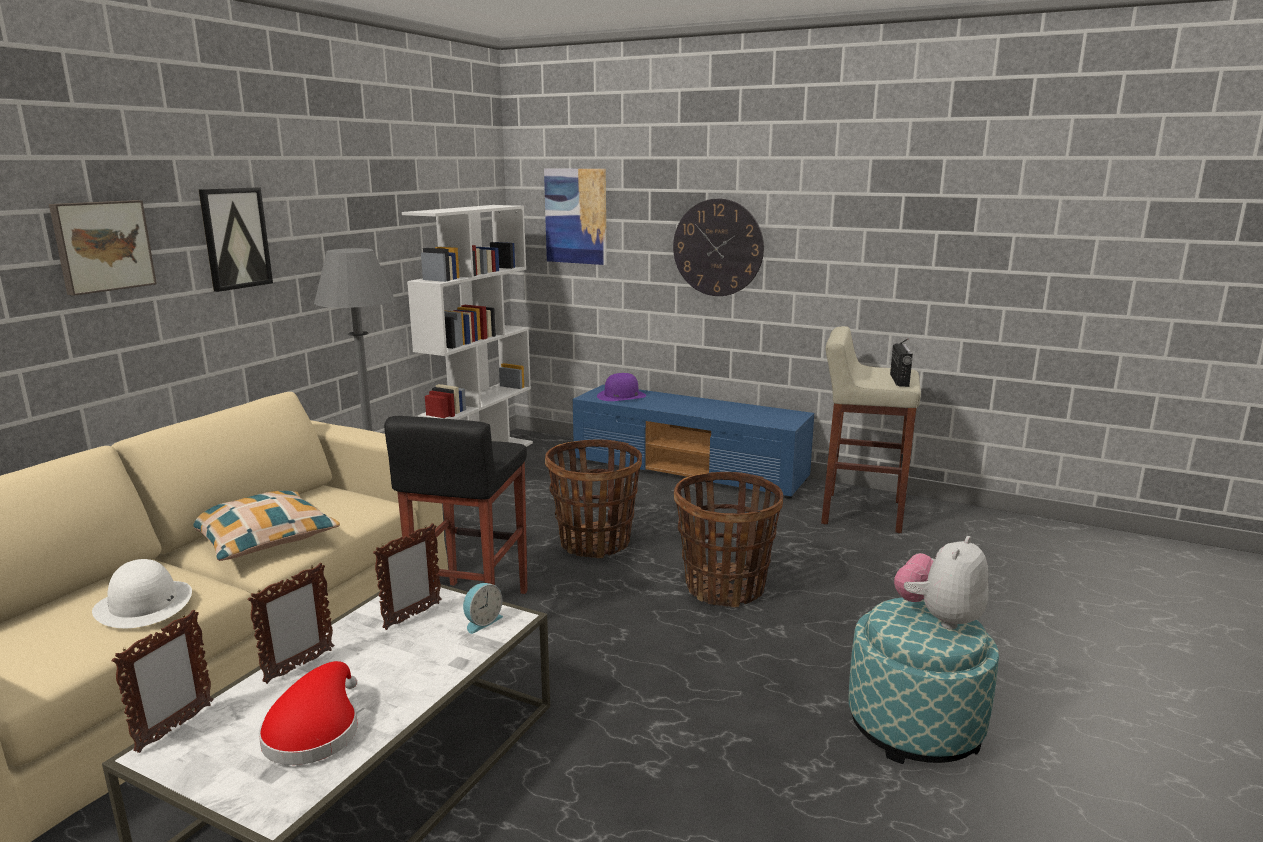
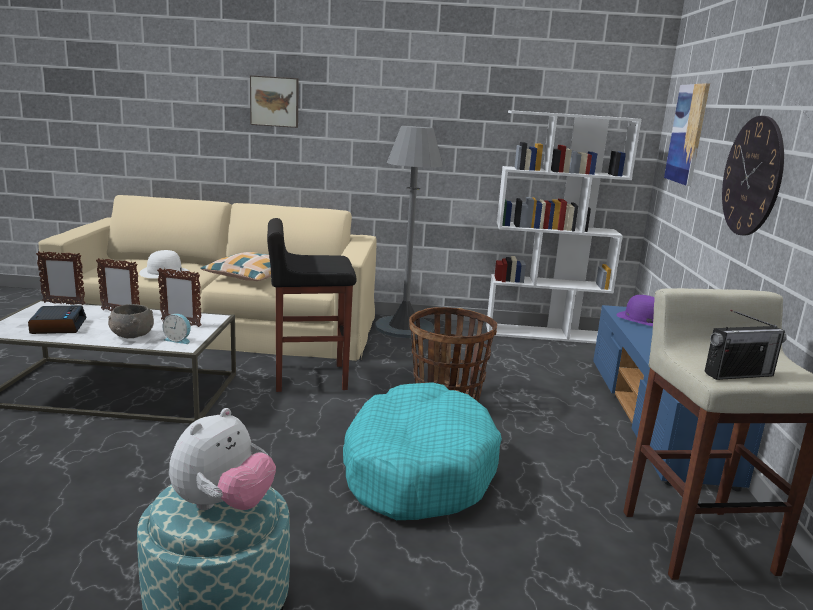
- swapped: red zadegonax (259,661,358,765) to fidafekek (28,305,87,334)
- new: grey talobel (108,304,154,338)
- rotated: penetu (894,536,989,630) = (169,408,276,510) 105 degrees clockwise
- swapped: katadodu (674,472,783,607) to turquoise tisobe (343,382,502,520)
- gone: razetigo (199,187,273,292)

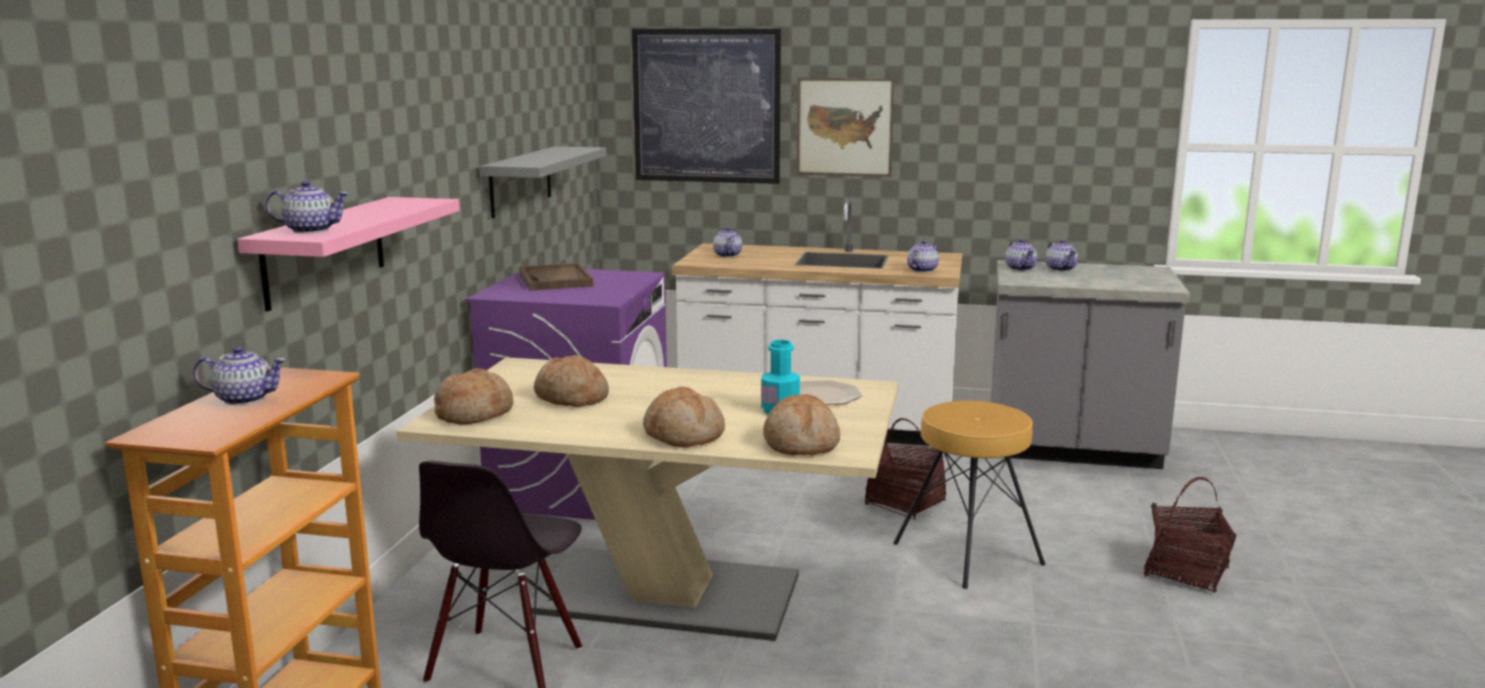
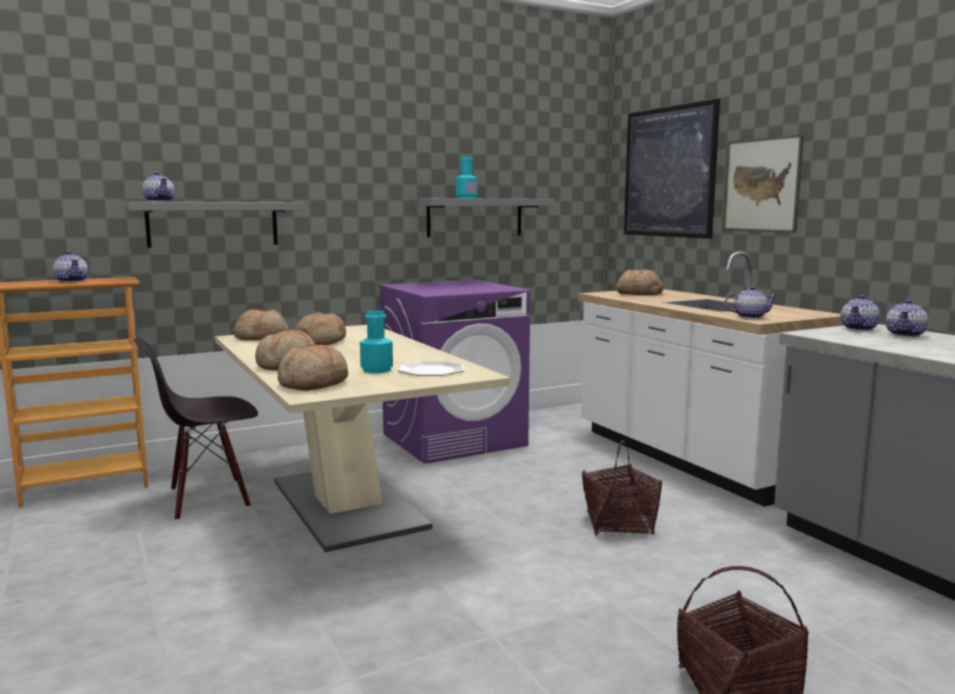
- repainted: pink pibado (237,197,460,312) to grey pibado (125,202,304,248)
- new: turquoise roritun (455,157,478,198)
- swapped: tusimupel (713,227,742,257) to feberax (616,269,663,295)
- gone: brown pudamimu (519,263,593,291)
- gone: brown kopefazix (893,401,1045,589)

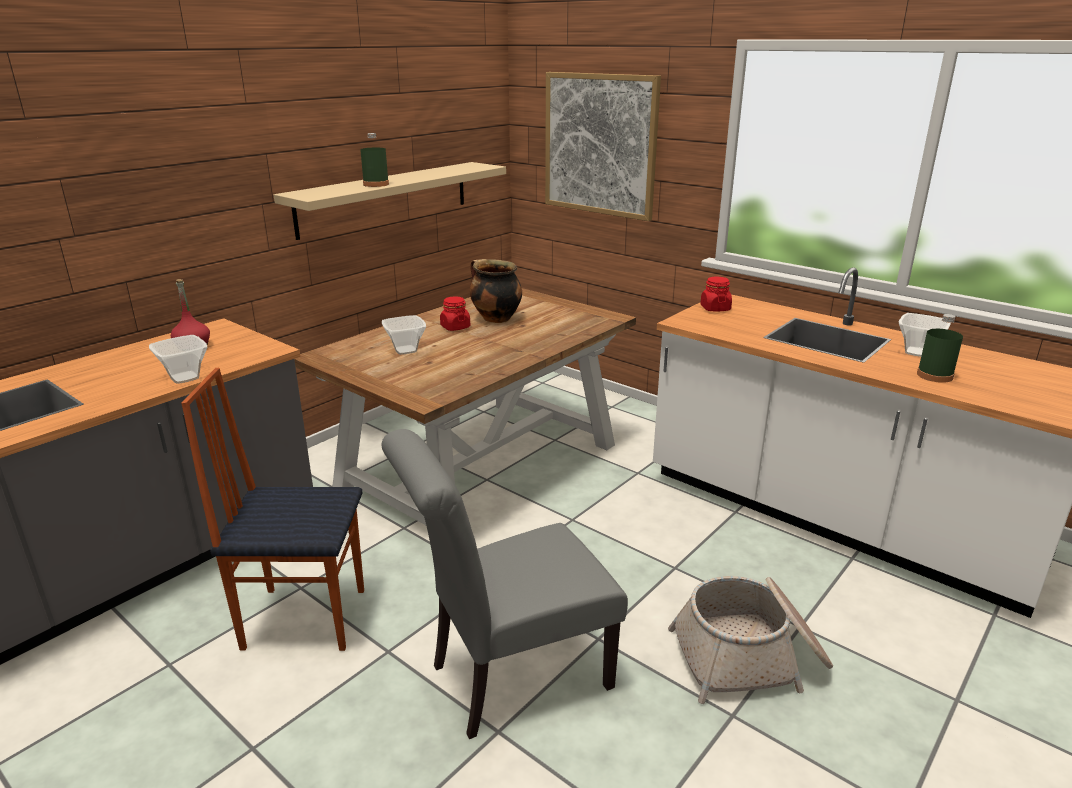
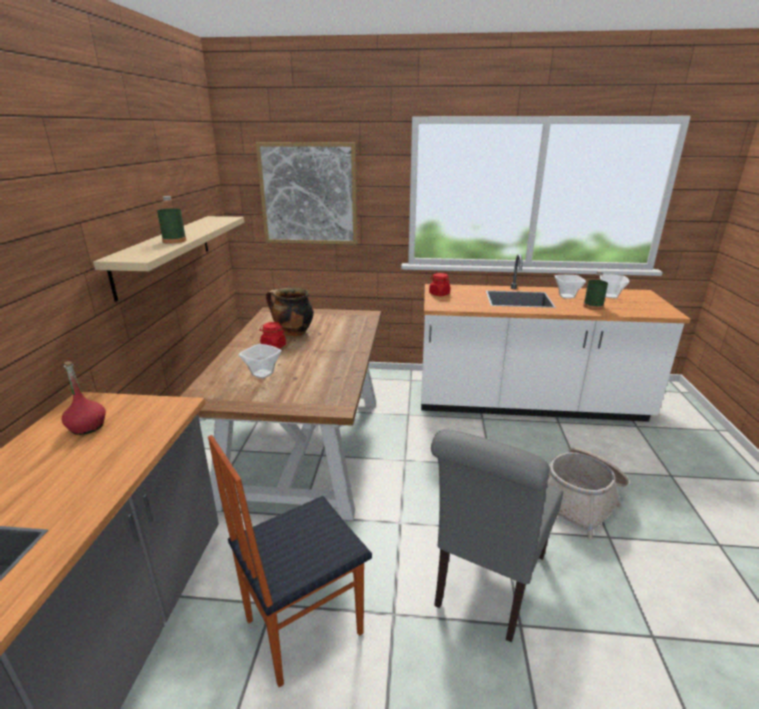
- shifted: talobel (149,335,207,384) to (600,274,629,298)

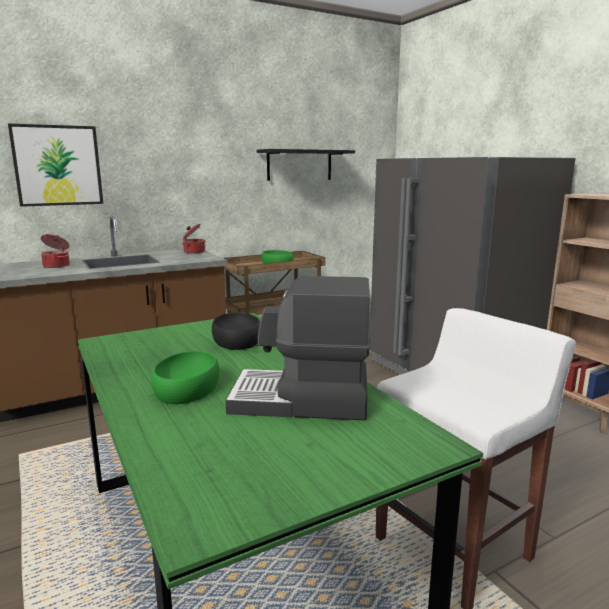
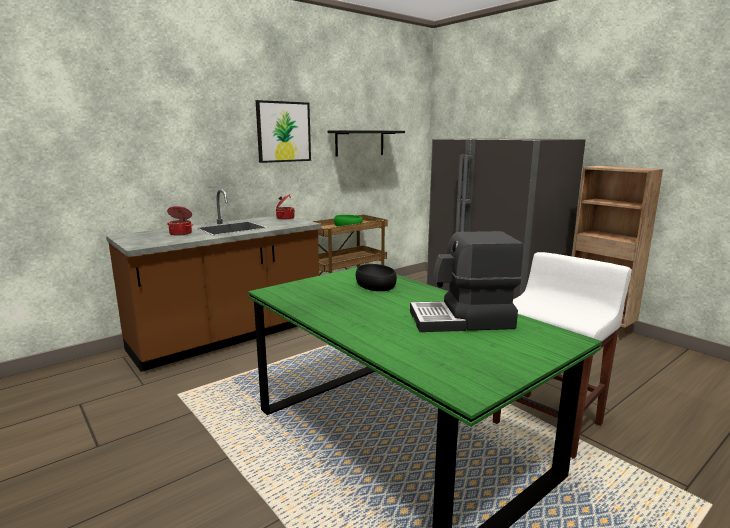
- shifted: razetigo (8,123,103,207) to (256,100,311,163)
- gone: green talobel (151,351,219,404)

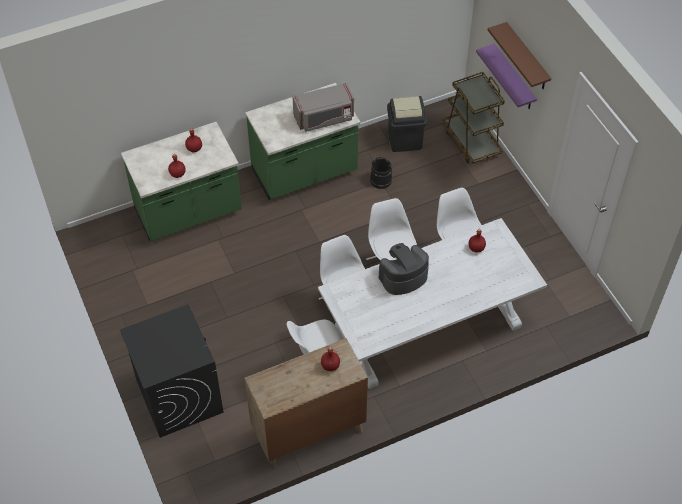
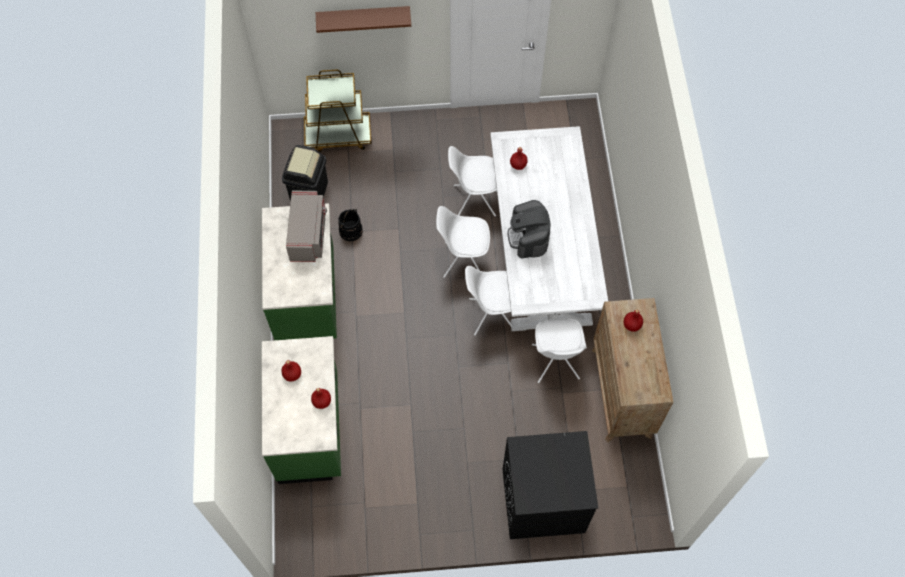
- gone: purple pibado (476,44,537,109)

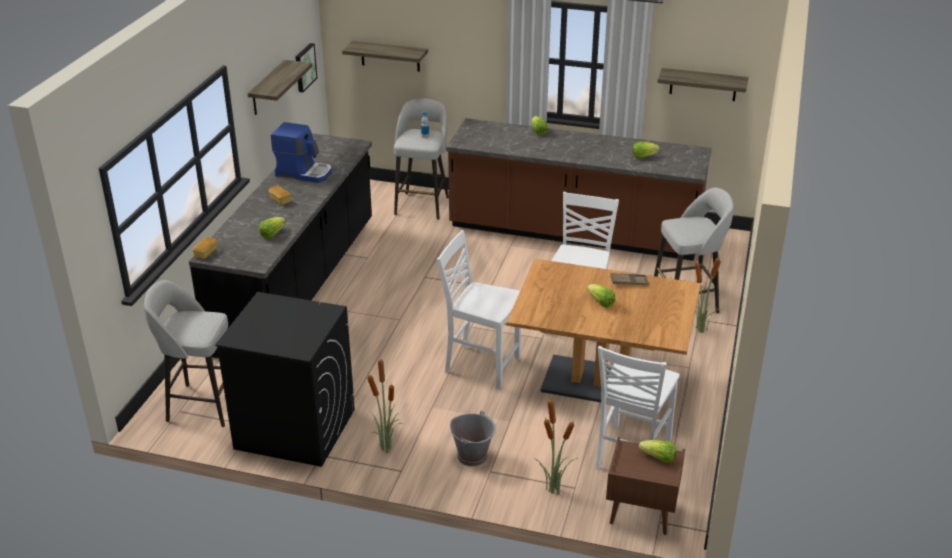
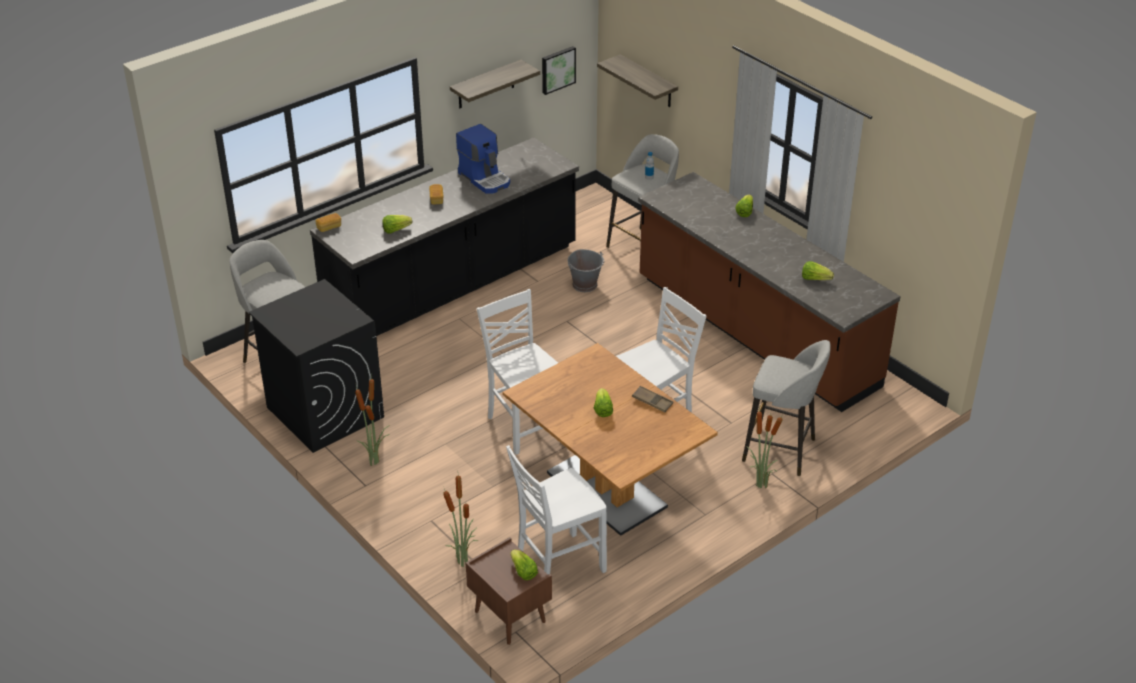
- shifted: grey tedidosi (450,411,496,467) to (567,249,604,292)
- gone: pibado (657,68,749,101)

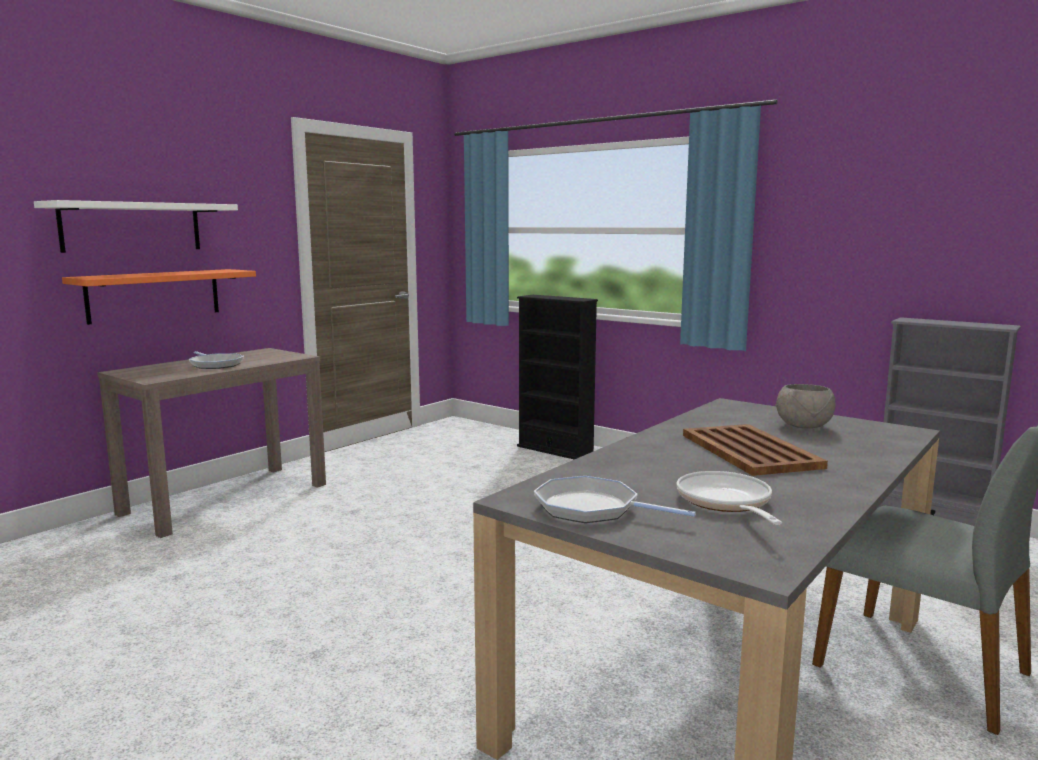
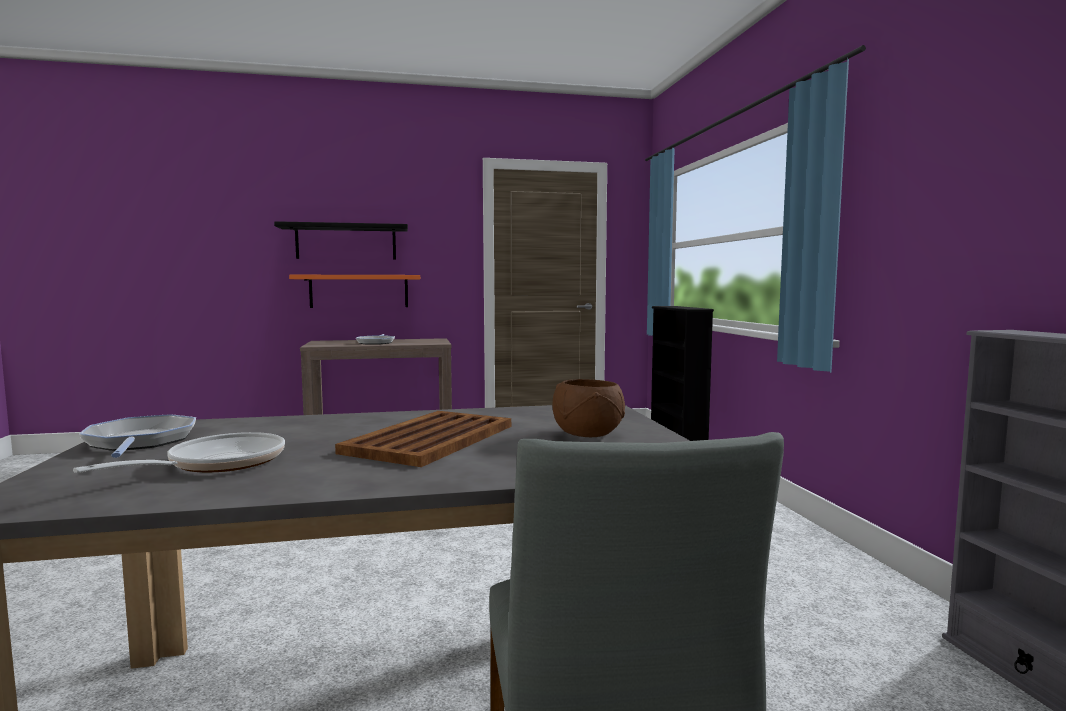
- repainted: white pibado (34,200,238,253) to black pibado (274,221,408,260)
- repainted: grey talobel (776,384,836,428) to brown talobel (552,379,625,437)

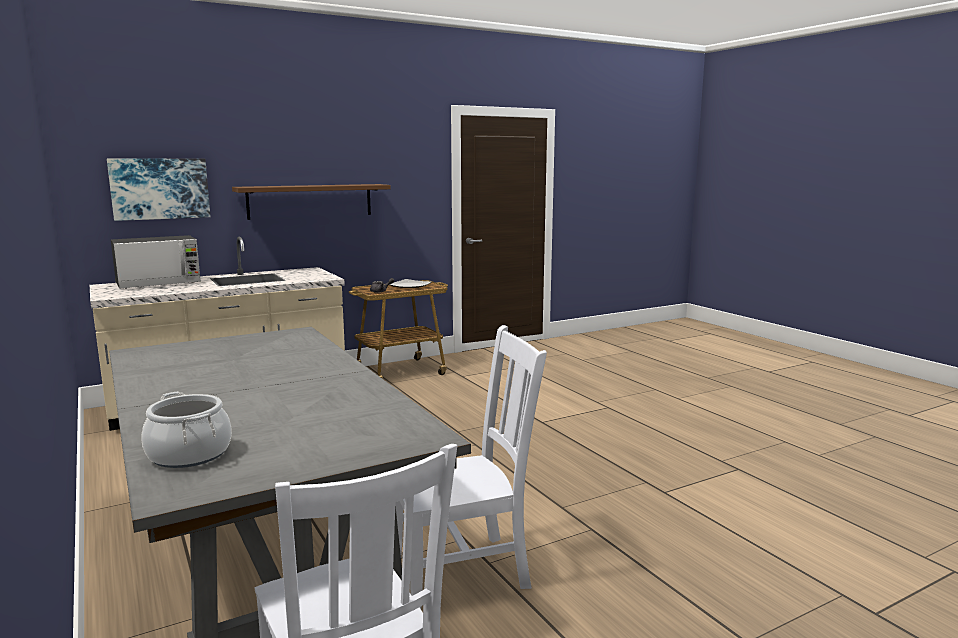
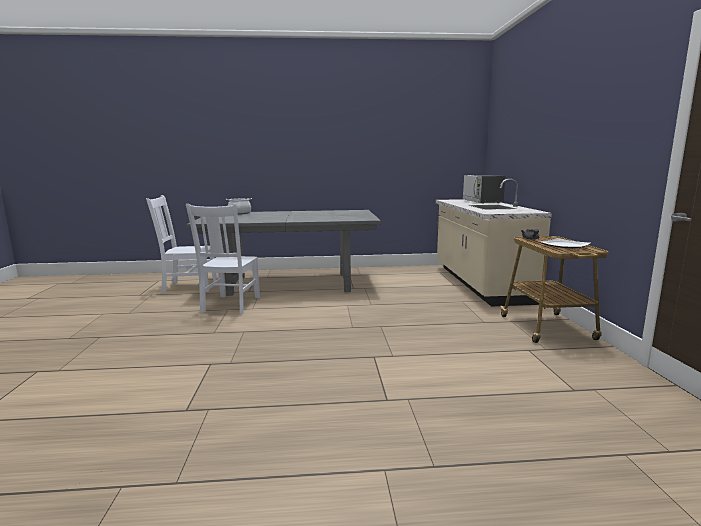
- gone: razetigo (107,159,211,221)
- gone: brown pibado (232,184,391,220)

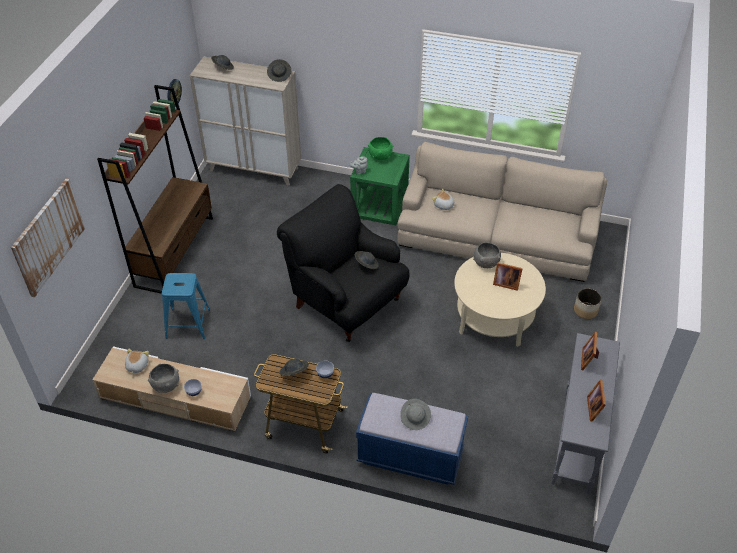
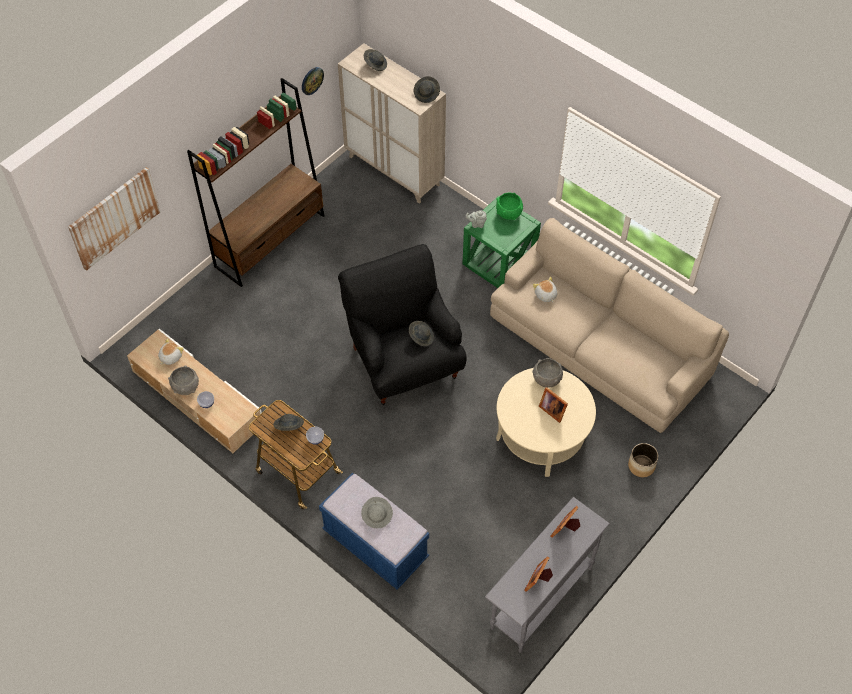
- gone: blue kopefazix (162,273,210,339)

